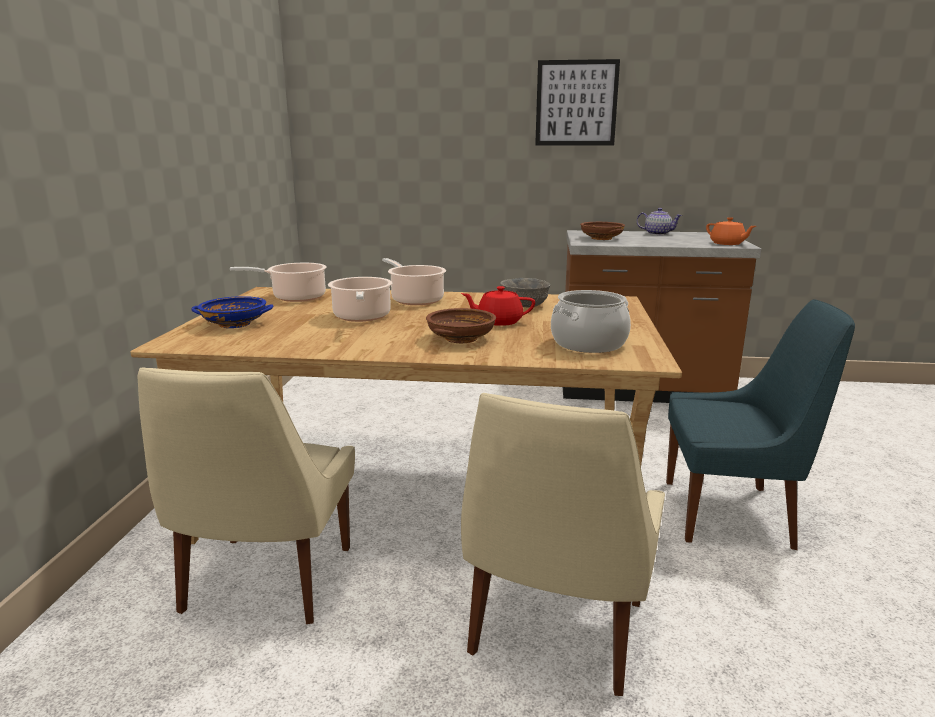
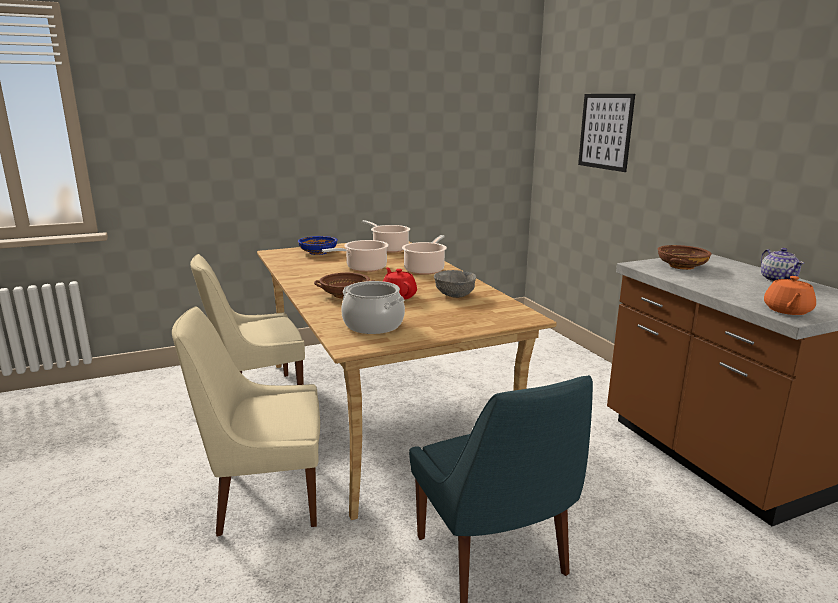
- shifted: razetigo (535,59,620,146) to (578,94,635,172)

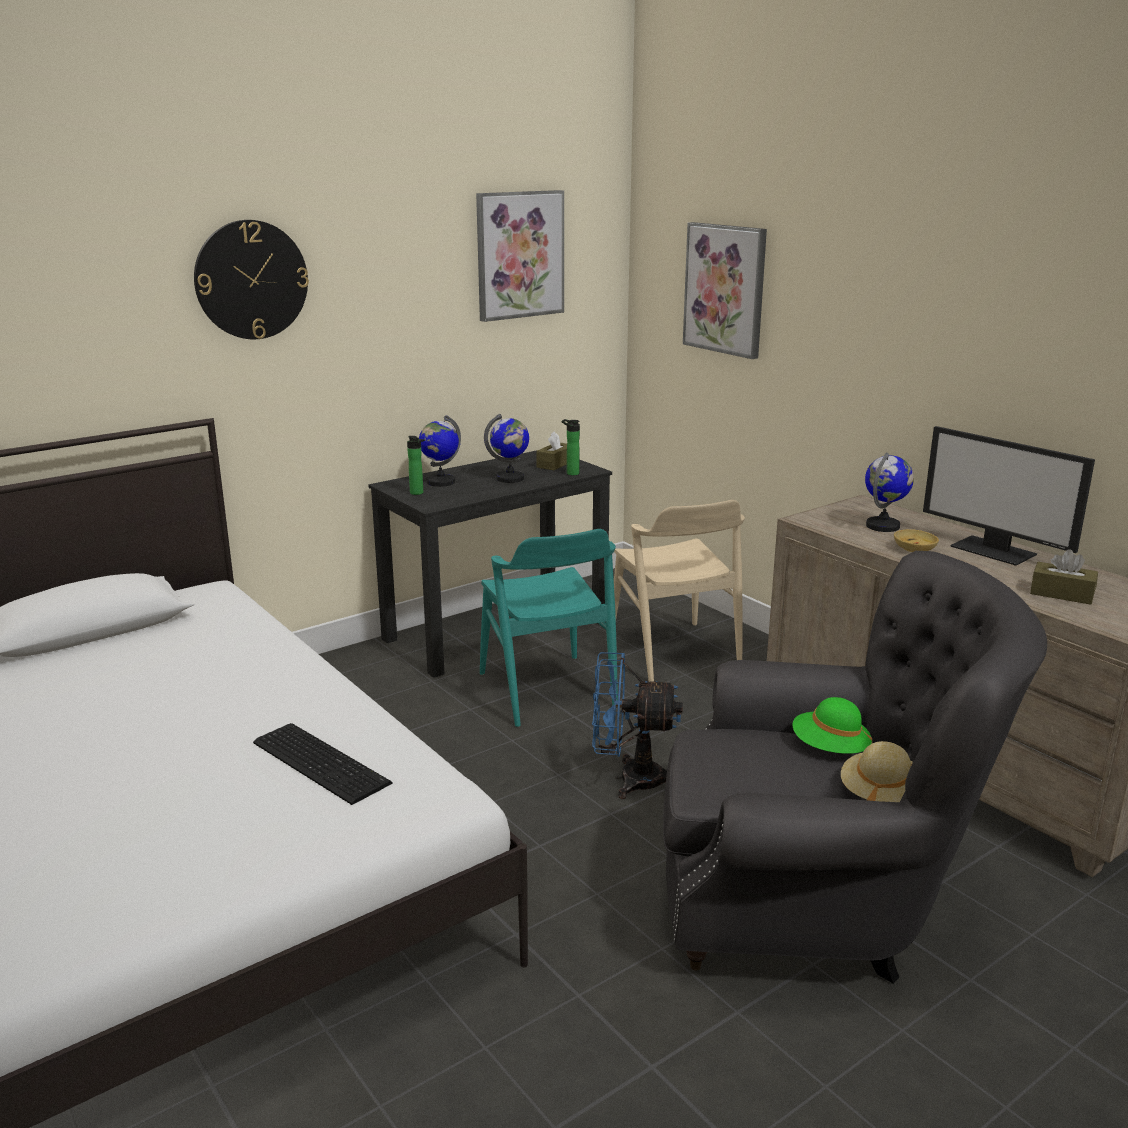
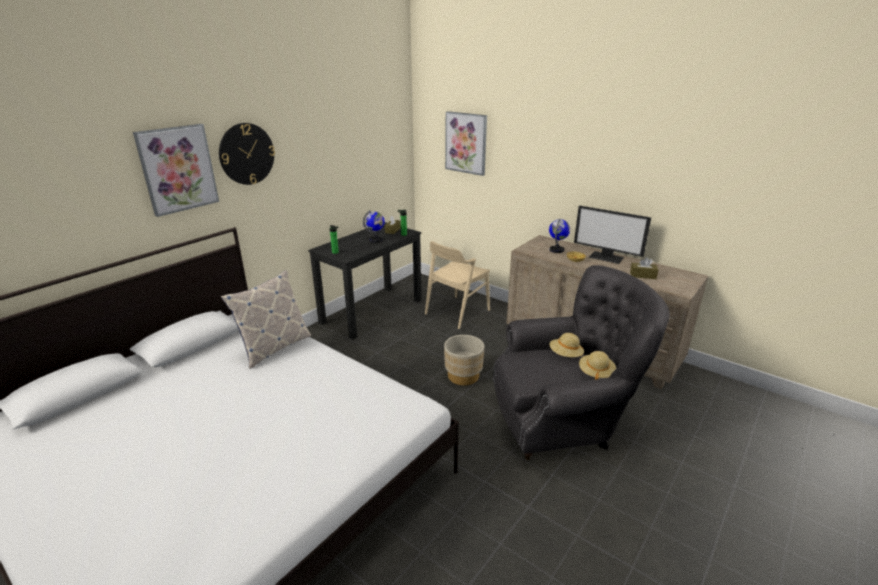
- shifted: razetigo (476,190,564,322) to (133,124,219,217)
- new: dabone (221,270,311,369)
- rotated: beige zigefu (614,500,745,682) = (425,241,490,329) 75 degrees clockwise
- swapped: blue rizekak (592,652,683,799) to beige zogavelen (444,335,484,385)
- repainted: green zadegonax (793,697,872,754) to beige zadegonax (549,333,584,357)
- gone: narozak (253,723,393,805)
- gone: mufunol (419,415,461,487)
- gone: turquoise zigefu (480,529,618,727)

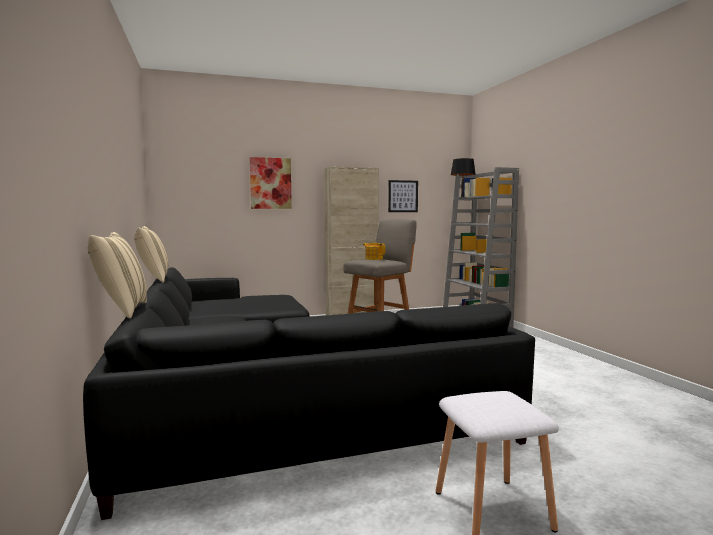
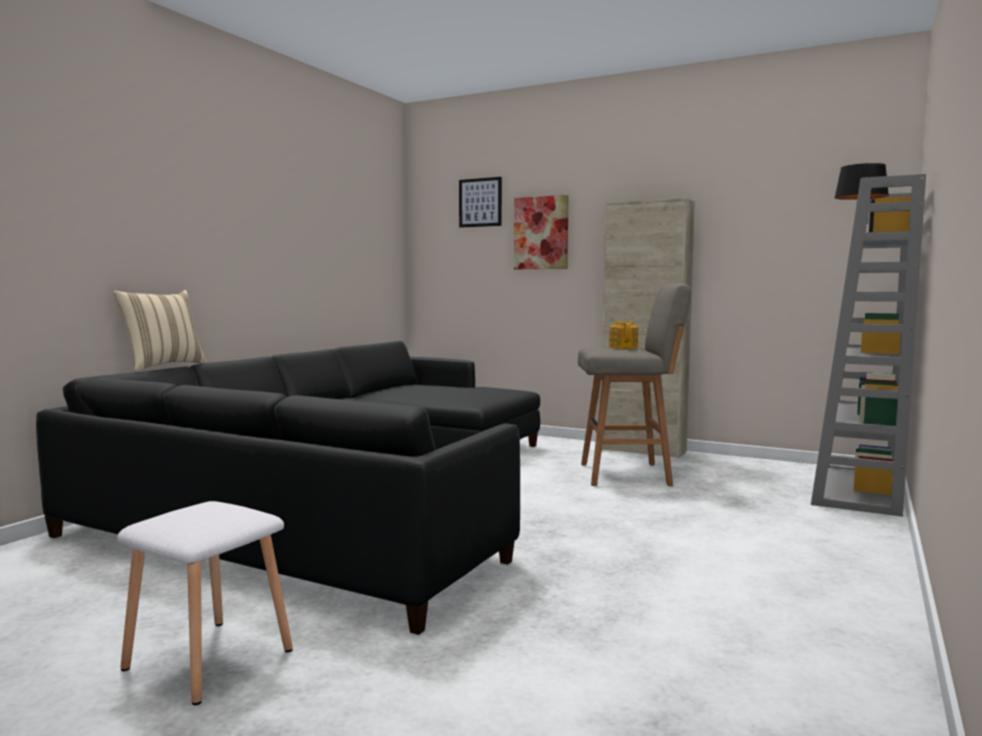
- shifted: razetigo (388,180,418,212) to (459,177,502,228)
- gone: beige dabone (134,226,169,283)

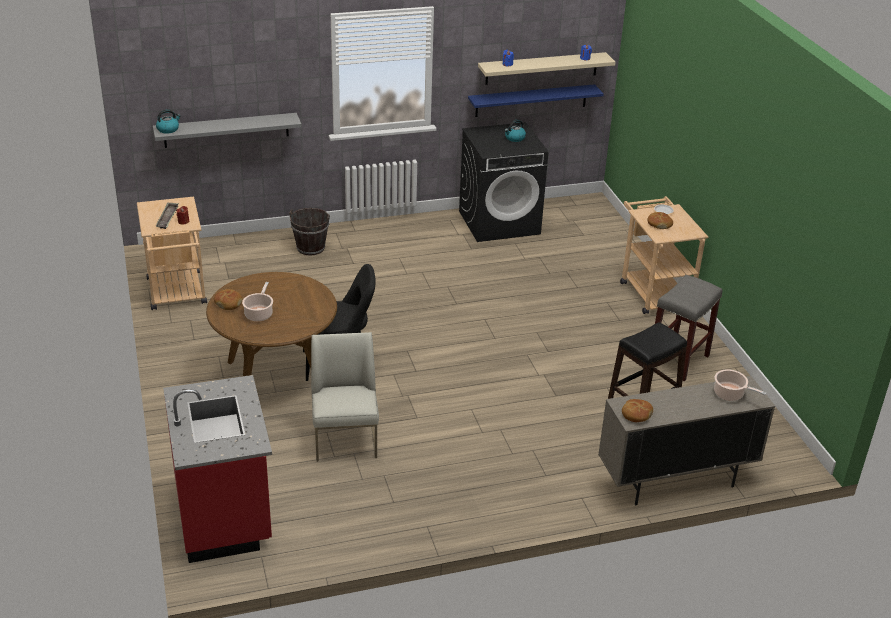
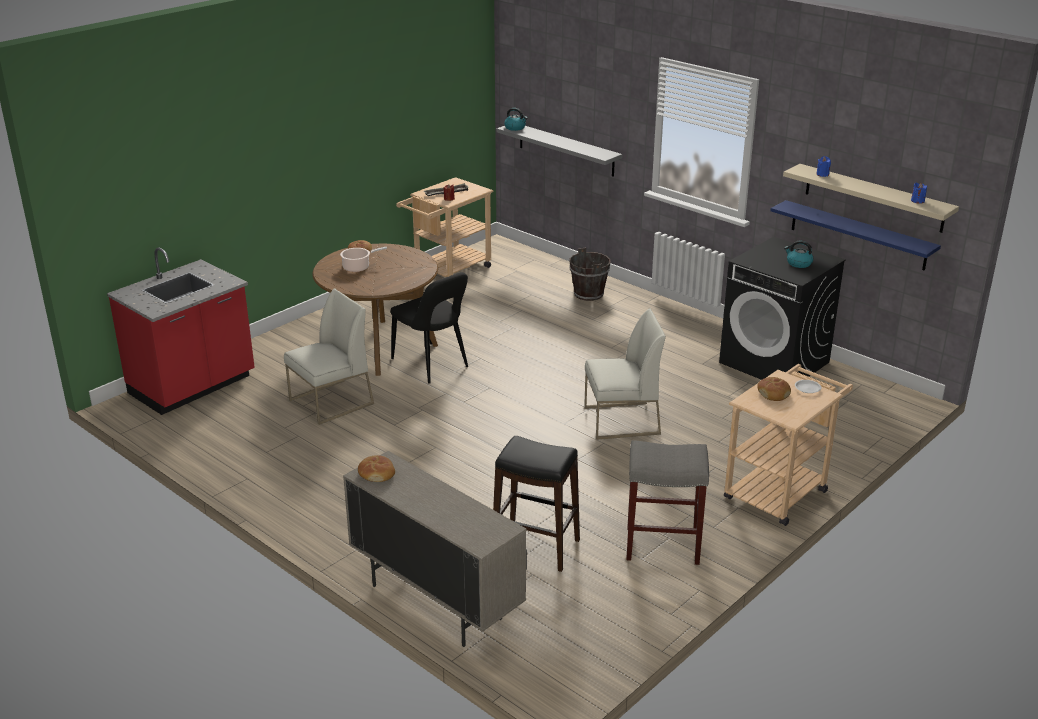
- new: white zigefu (584,308,666,440)
- gone: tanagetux (714,369,767,401)

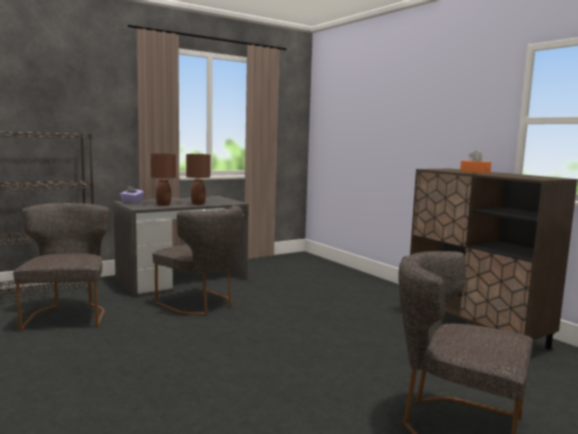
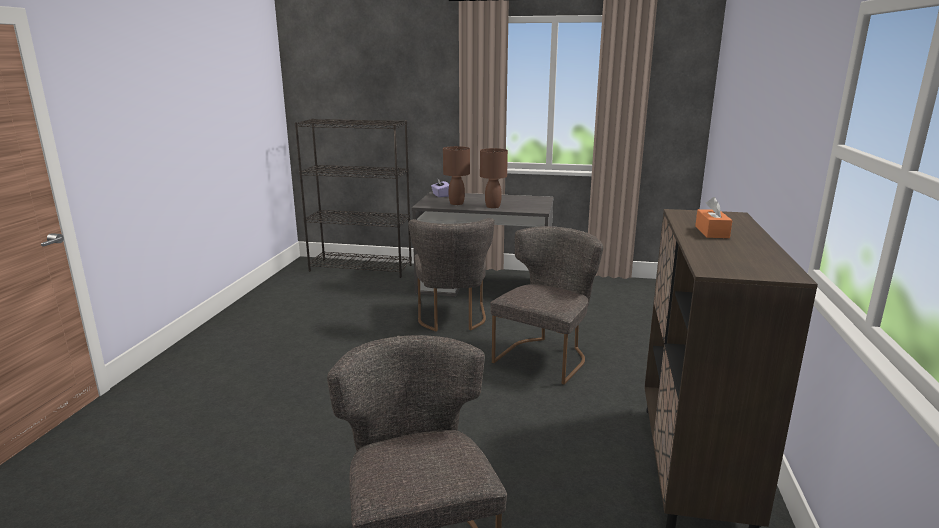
- shifted: grey zigefu (13,203,110,331) to (490,226,603,385)

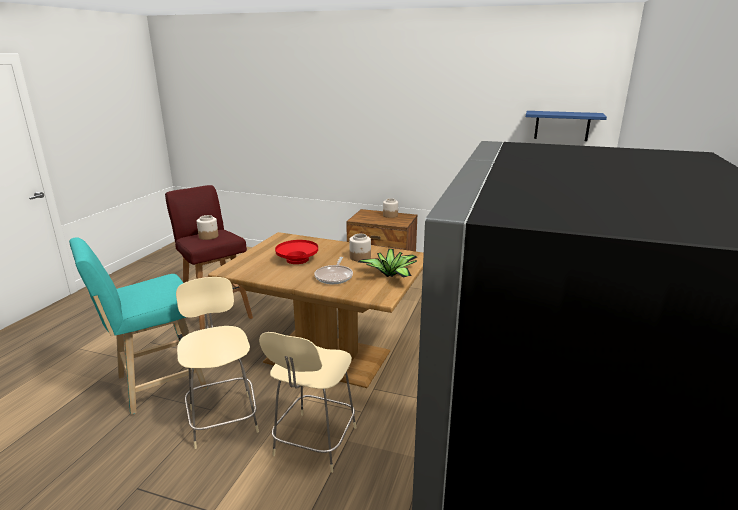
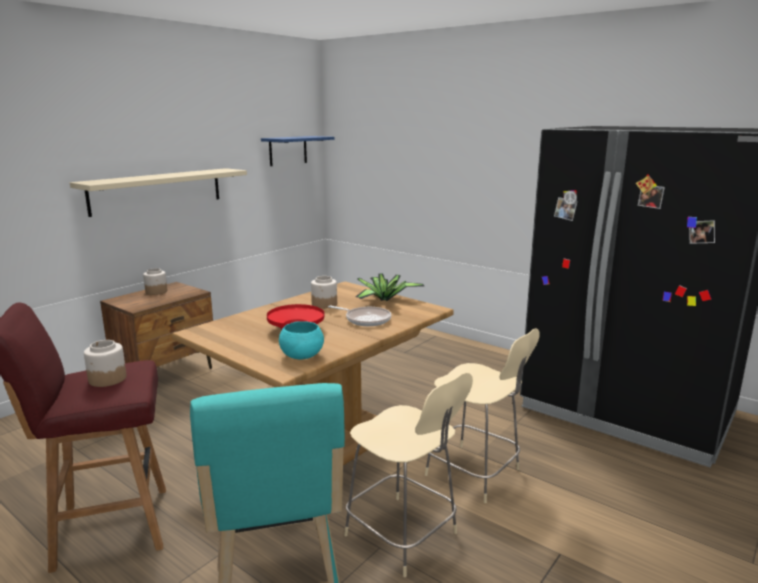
- new: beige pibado (70,168,247,217)
- new: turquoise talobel (279,321,324,359)
- rotated: beige zigefu (176,277,259,449) = (344,372,473,577) 135 degrees counterclockwise

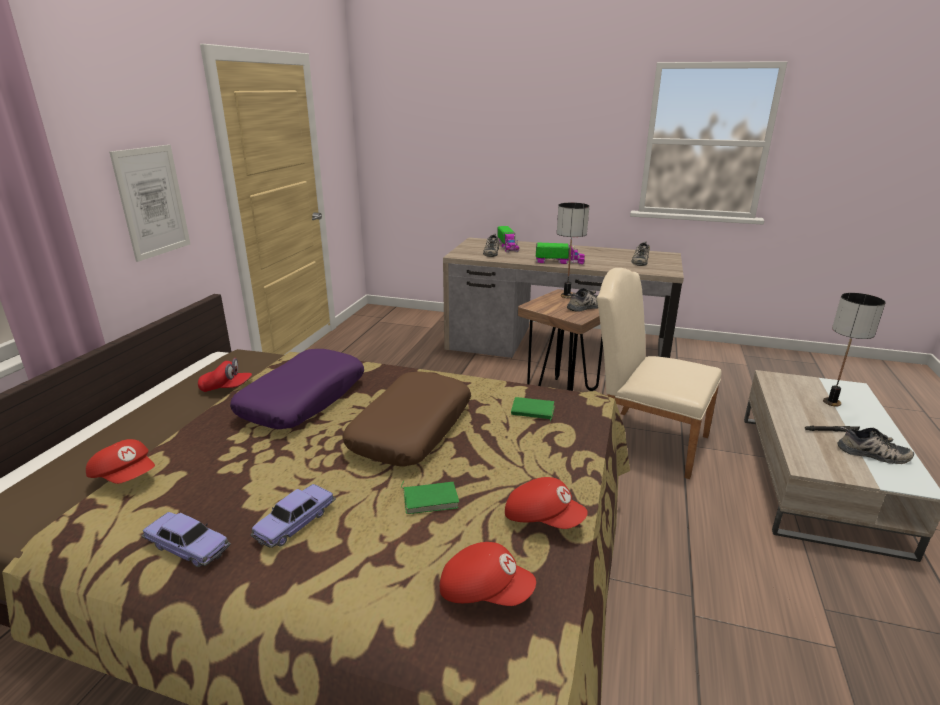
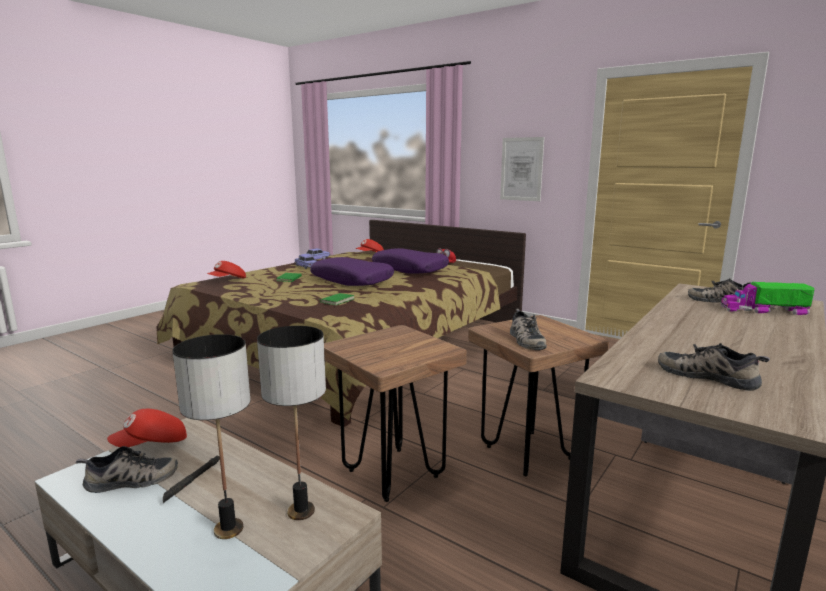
- rotated: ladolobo (837,427,914,464) = (76,446,178,493) 150 degrees counterclockwise
- shifted: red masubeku (505,477,588,529) to (107,409,187,447)
- shifted: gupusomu (557,203,589,298) to (257,326,326,520)
- repainted: brown dabone (343,371,471,466) to purple dabone (310,257,394,286)
- swapped: beige zigefu (597,268,721,479) to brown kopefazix (324,325,467,502)
- gone: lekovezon (536,243,585,265)

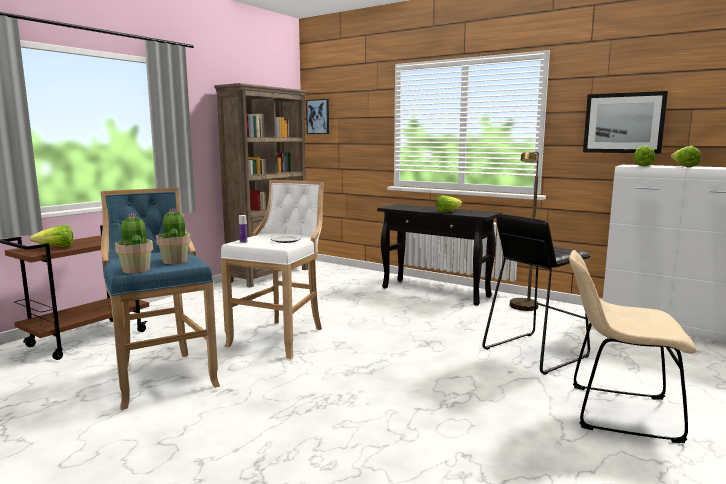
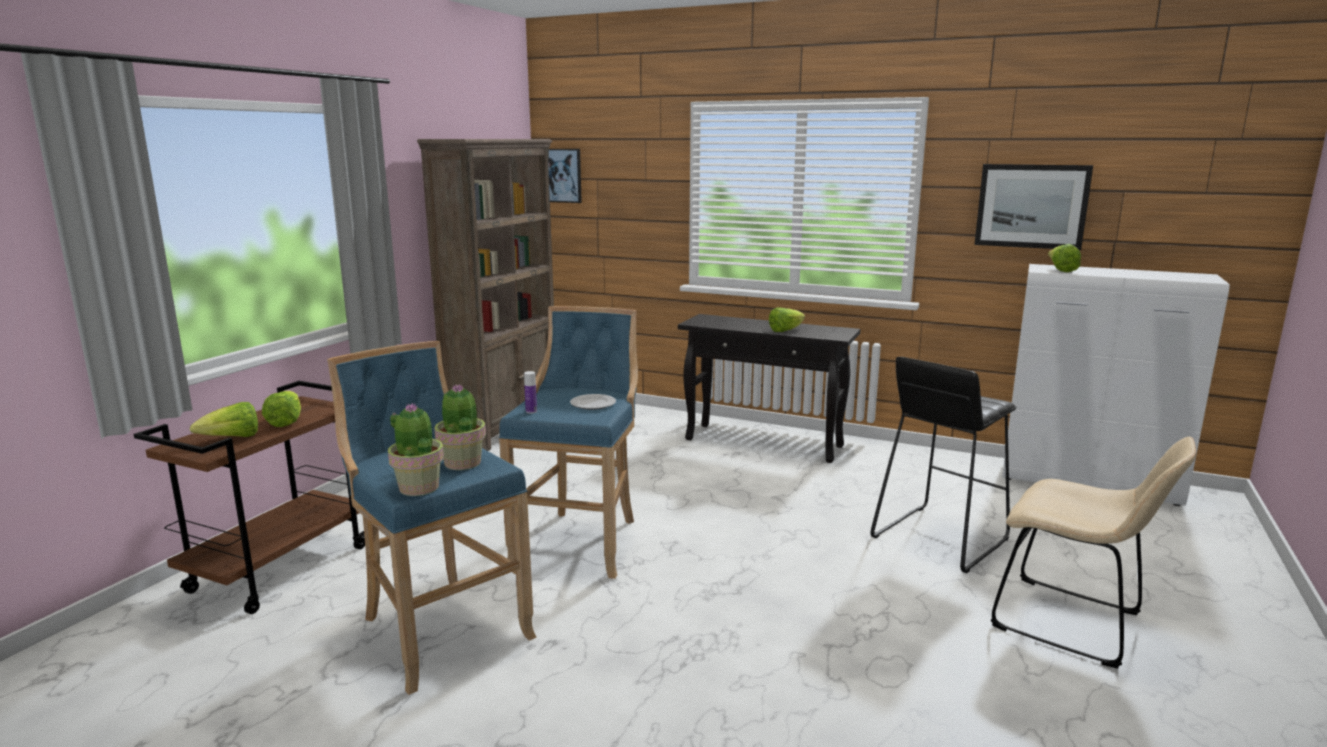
- shifted: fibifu (670,146,701,167) to (262,391,301,427)
- repainted: white kopefazix (221,180,324,359) to blue kopefazix (499,306,638,579)
- rotated: beige zigefu (569,250,697,443) = (990,437,1196,669) 150 degrees counterclockwise
- gone: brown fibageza (510,151,539,311)

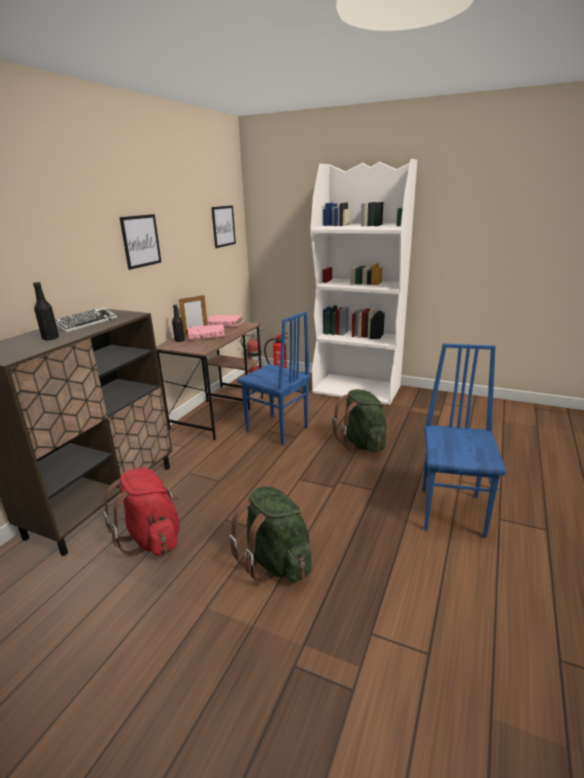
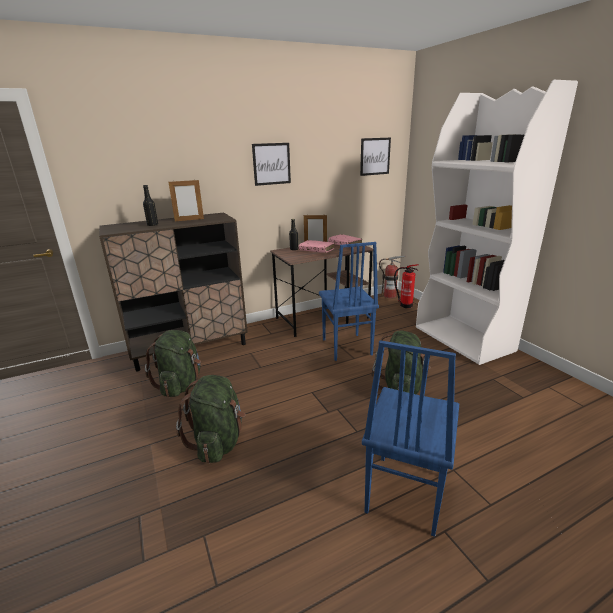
- repainted: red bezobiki (103,468,180,556) to green bezobiki (145,330,201,397)
- swapped: narozak (55,307,117,333) to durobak (168,180,204,221)
- rotated: blue zigefu (422,344,506,538) = (362,340,459,537) 150 degrees clockwise

